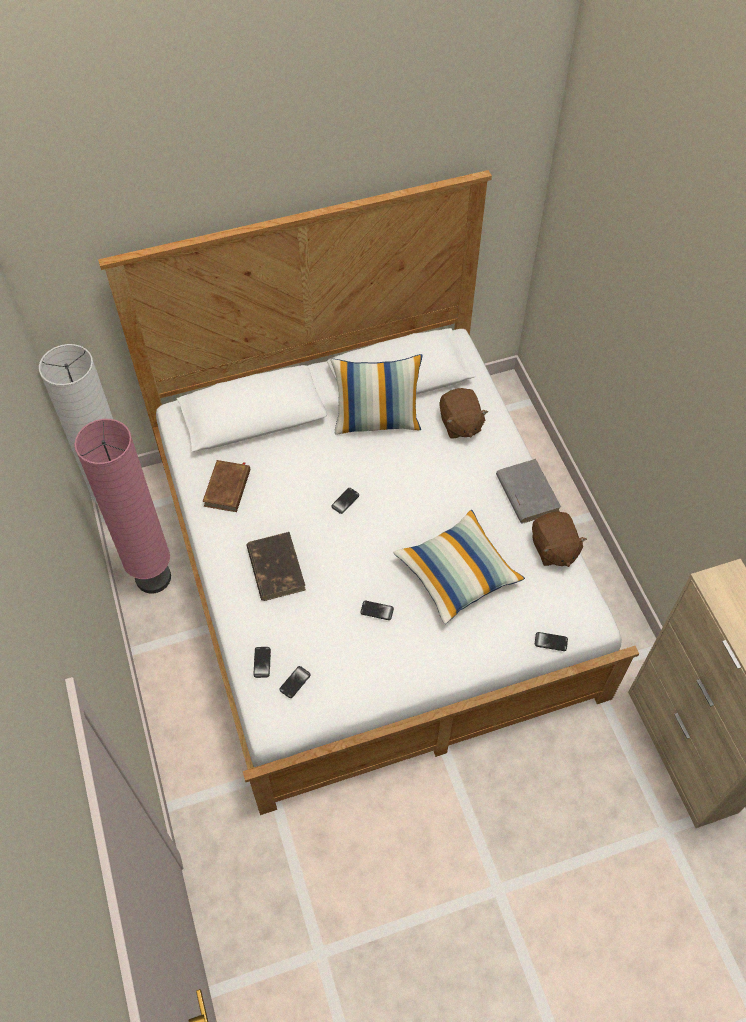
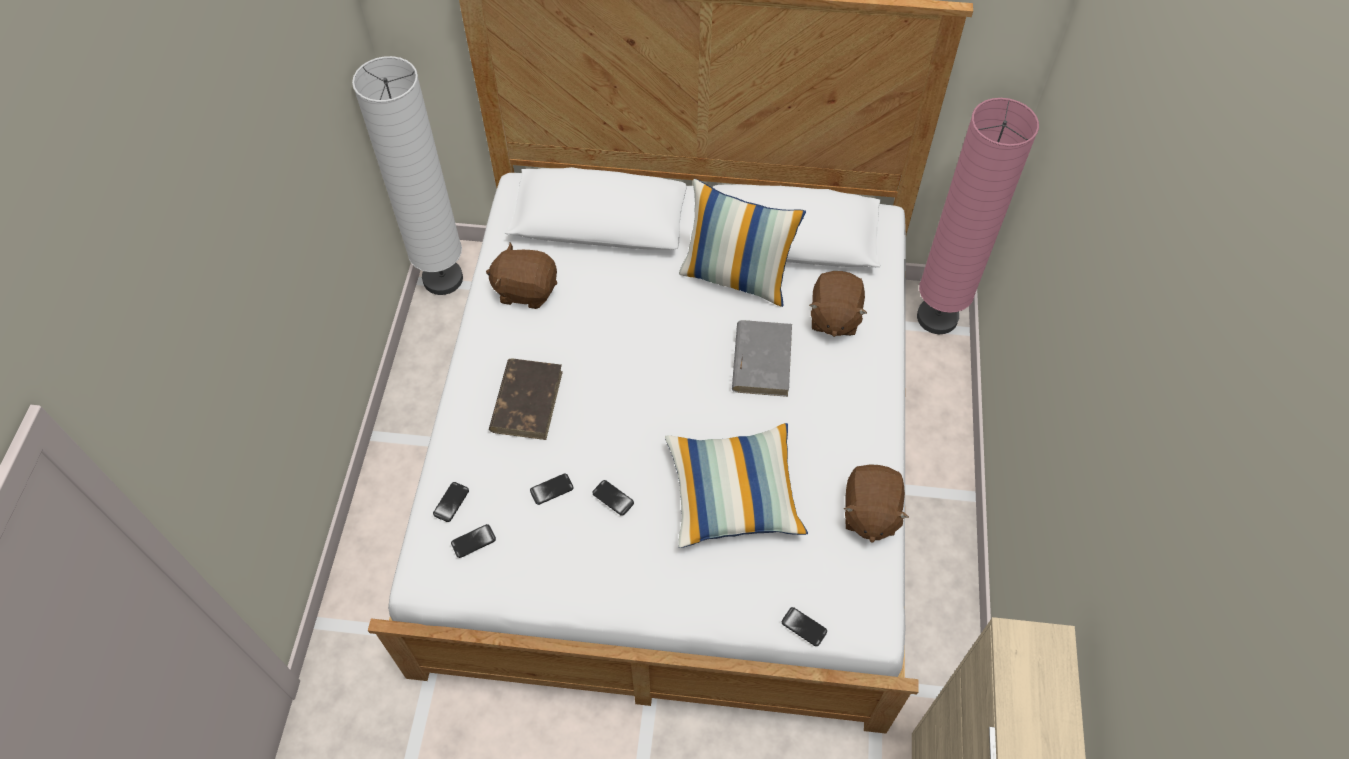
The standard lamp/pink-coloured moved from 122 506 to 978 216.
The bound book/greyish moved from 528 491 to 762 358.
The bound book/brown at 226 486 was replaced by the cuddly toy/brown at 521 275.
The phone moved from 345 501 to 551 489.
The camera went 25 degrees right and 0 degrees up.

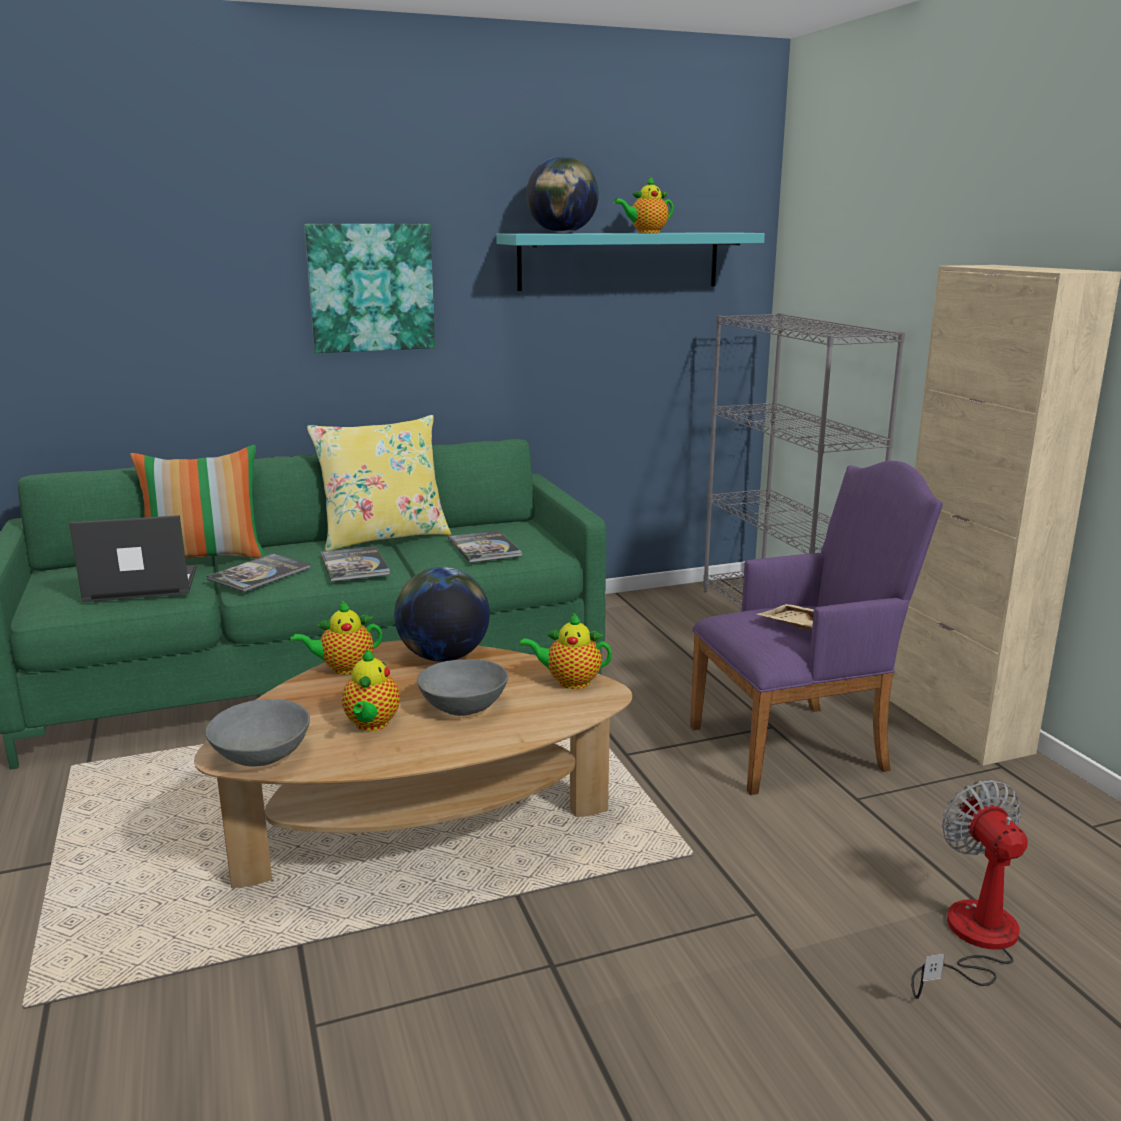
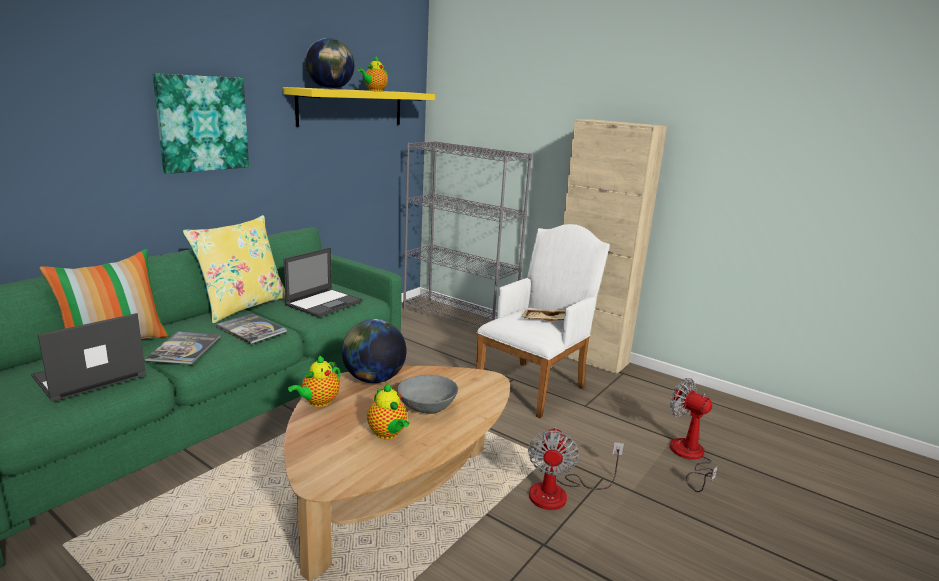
The bracket shelf/turquoise-coloured at 630 261 became the bracket shelf/yellow at 359 107.
The lounge chair/purplish at 816 628 became the lounge chair/white-coloured at 543 321.
The bound book at 485 546 was replaced by the portable computer at 323 282.
The pot for tea at 565 651 disappeared.
The bowl/greyish at 257 732 disappeared.
The cooling fan at 576 468 appeared.
The camera went 35 degrees left and 0 degrees up.

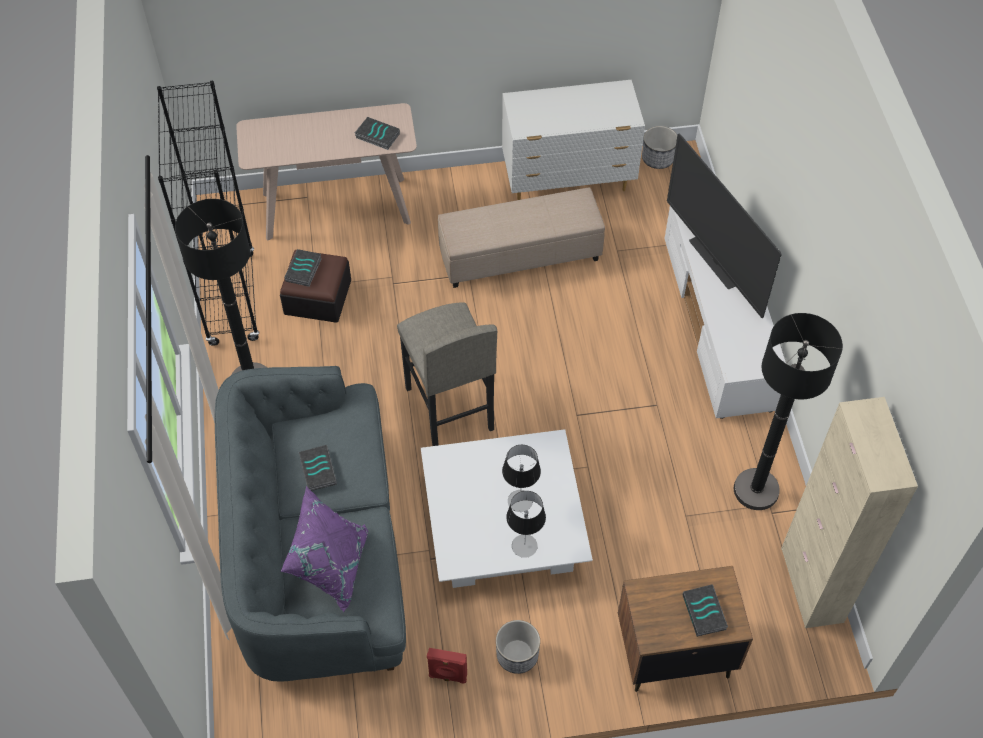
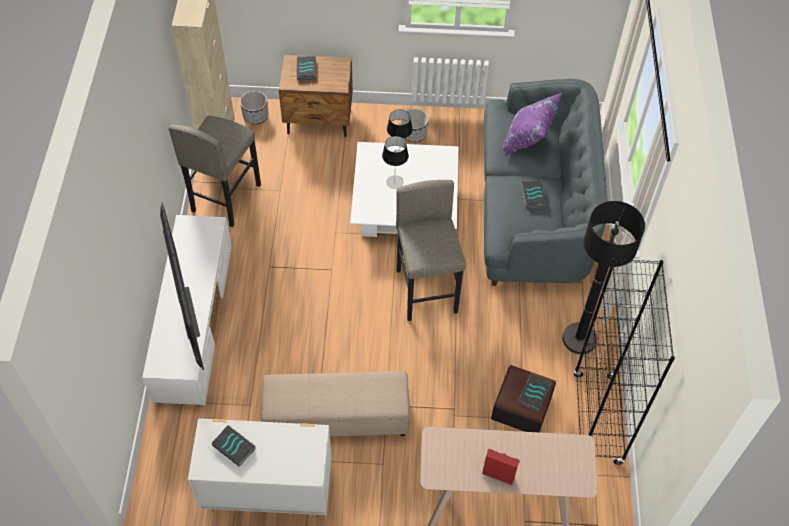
The bound book moved from 377 133 to 234 445.
The plant pot moved from 659 147 to 254 107.
The standard lamp/black at 788 411 was replaced by the stool seat/greyish at 215 171.
The loudspeaker/red-coloured moved from 447 666 to 501 467.
The camera went 170 degrees left and 0 degrees up.

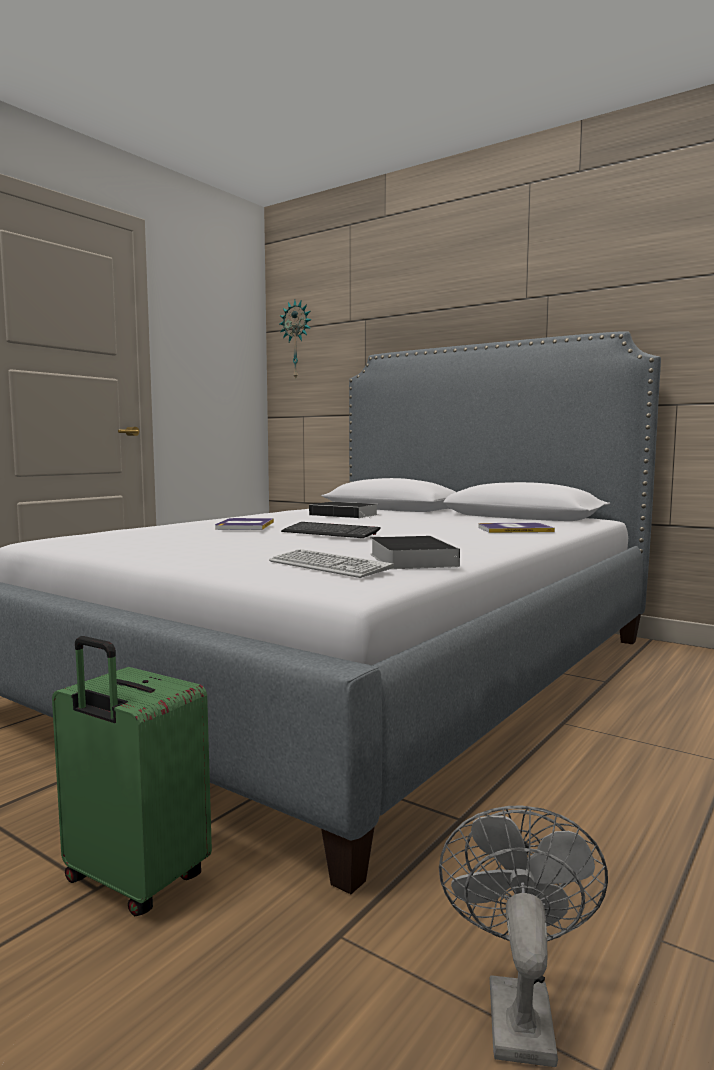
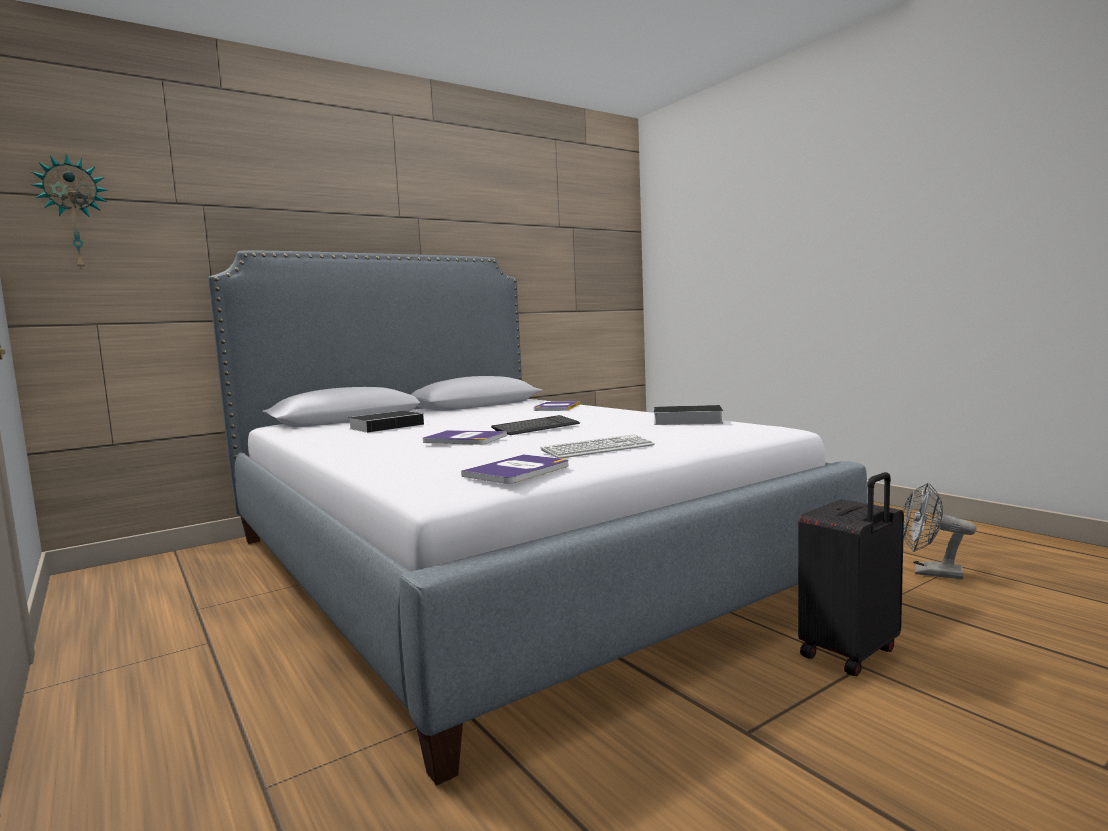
The PC keyboard moved from 331 563 to 598 446.
The suitcase/green-coloured at 132 776 became the suitcase/black at 851 574.
The bound book at 514 469 appeared.
The camera went 70 degrees left and 0 degrees up.

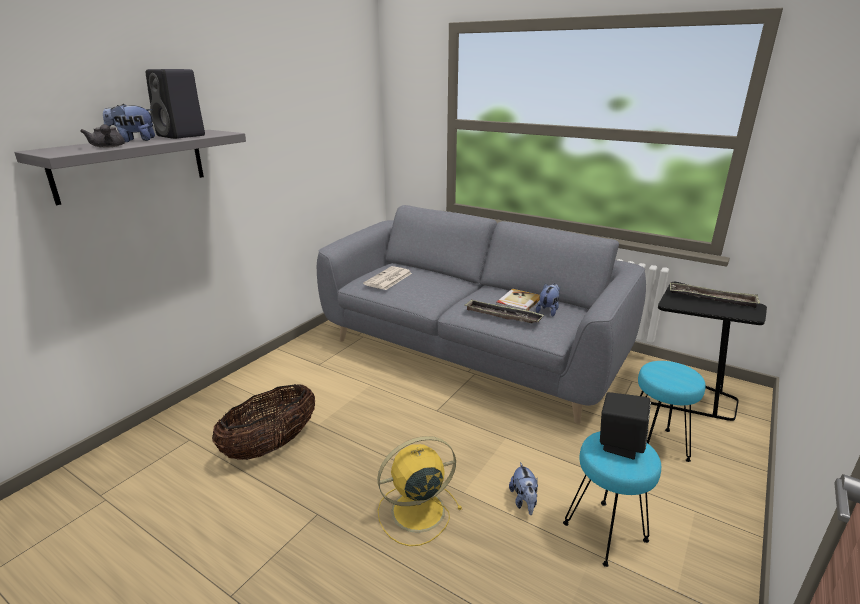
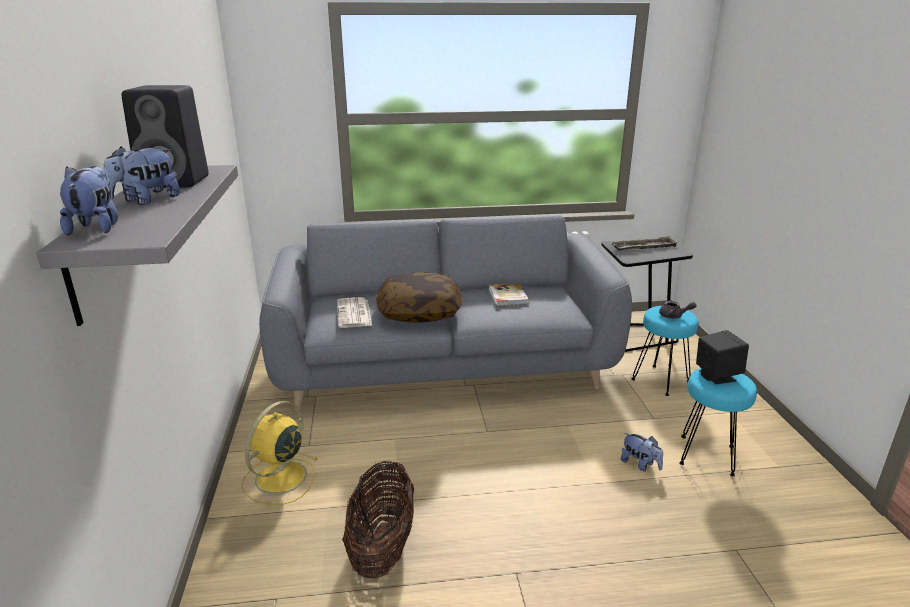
The pot for tea/greyish moved from 102 136 to 678 310.
The cuddly toy moved from 548 300 to 89 200.
The tray at 504 311 disappeared.
The cooling fan/yellow moved from 420 491 to 279 453.
The throw pillow at 419 297 appeared.
The camera went 40 degrees left and 0 degrees up.

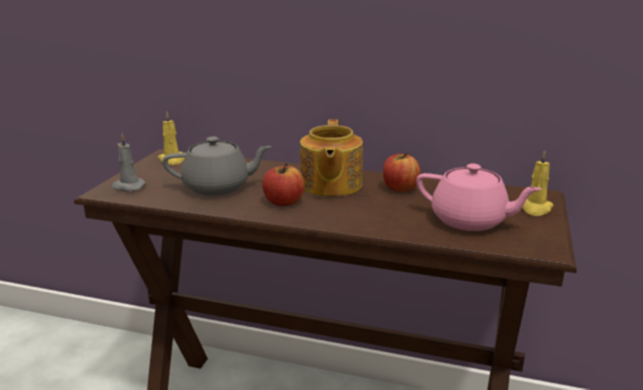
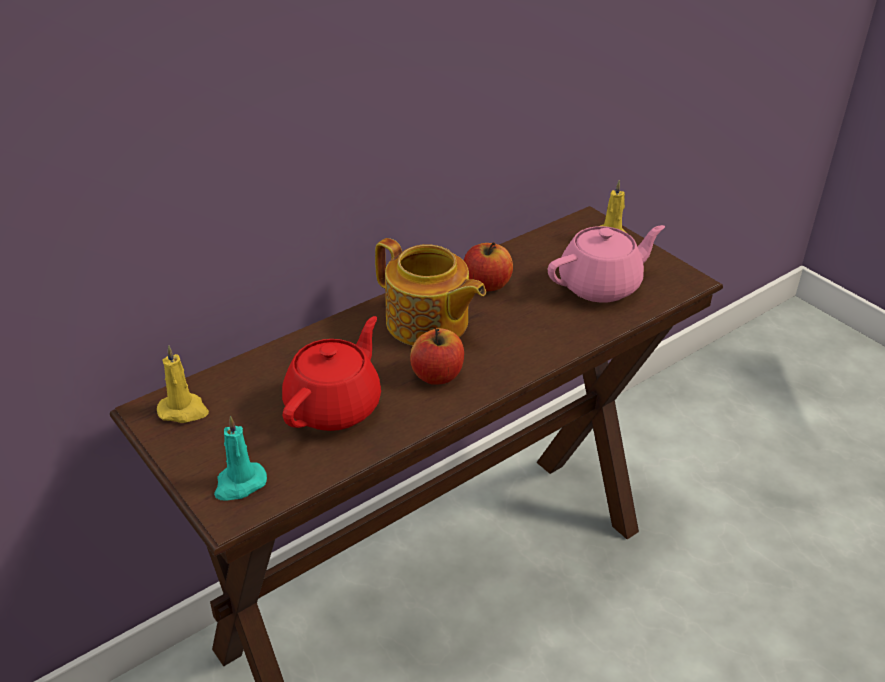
The candle/greyish at 129 162 became the candle/turquoise-coloured at 240 458.
The pot for tea/greyish at 217 166 became the pot for tea/red-coloured at 331 373.
The camera went 55 degrees left and 15 degrees up.

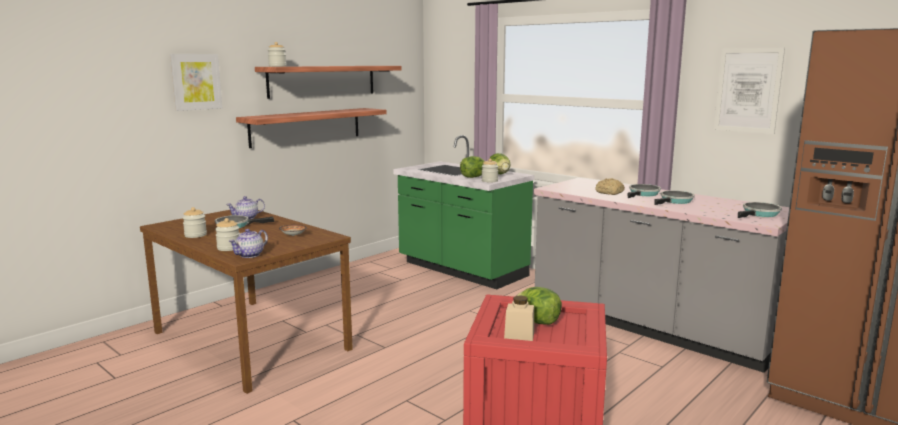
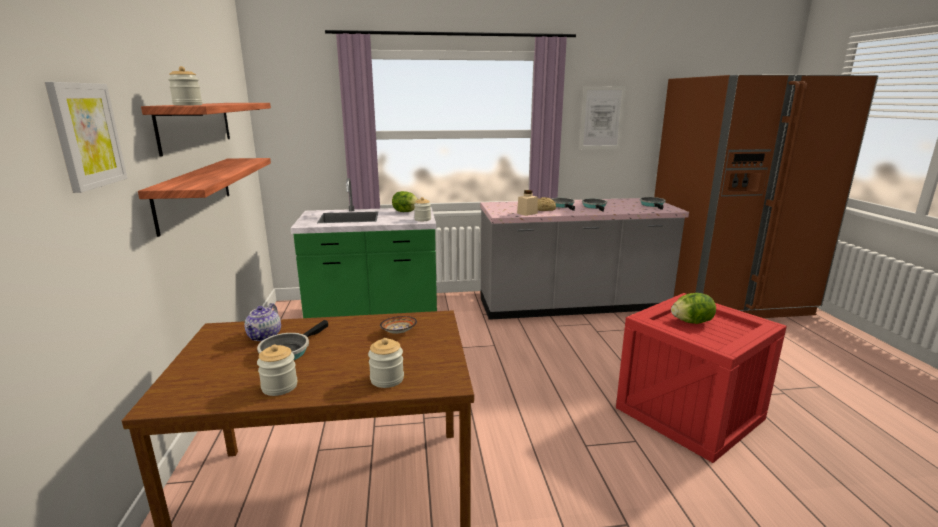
The lettuce head at 472 167 disappeared.
The pot for tea at 248 243 disappeared.
The storage jar/sand-coloured moved from 519 318 to 527 203.
The camera went 50 degrees left and 5 degrees up.

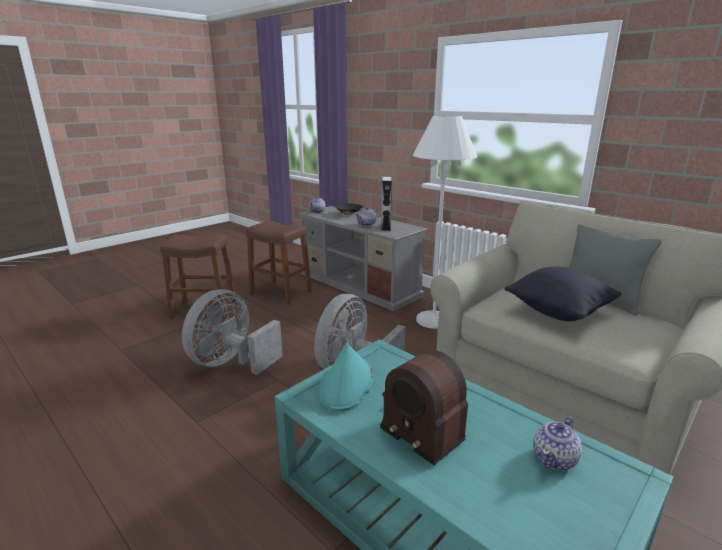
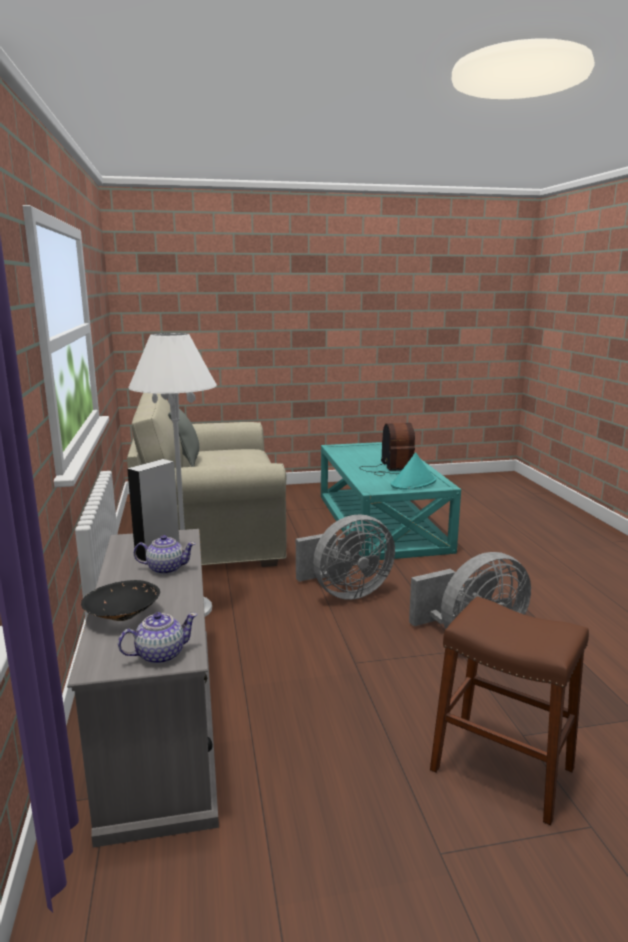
The stool seat/brown at 279 263 disappeared.
The throw pillow/black at 563 294 disappeared.
The pot for tea at 557 443 disappeared.
The camera went 145 degrees left and 5 degrees down.

